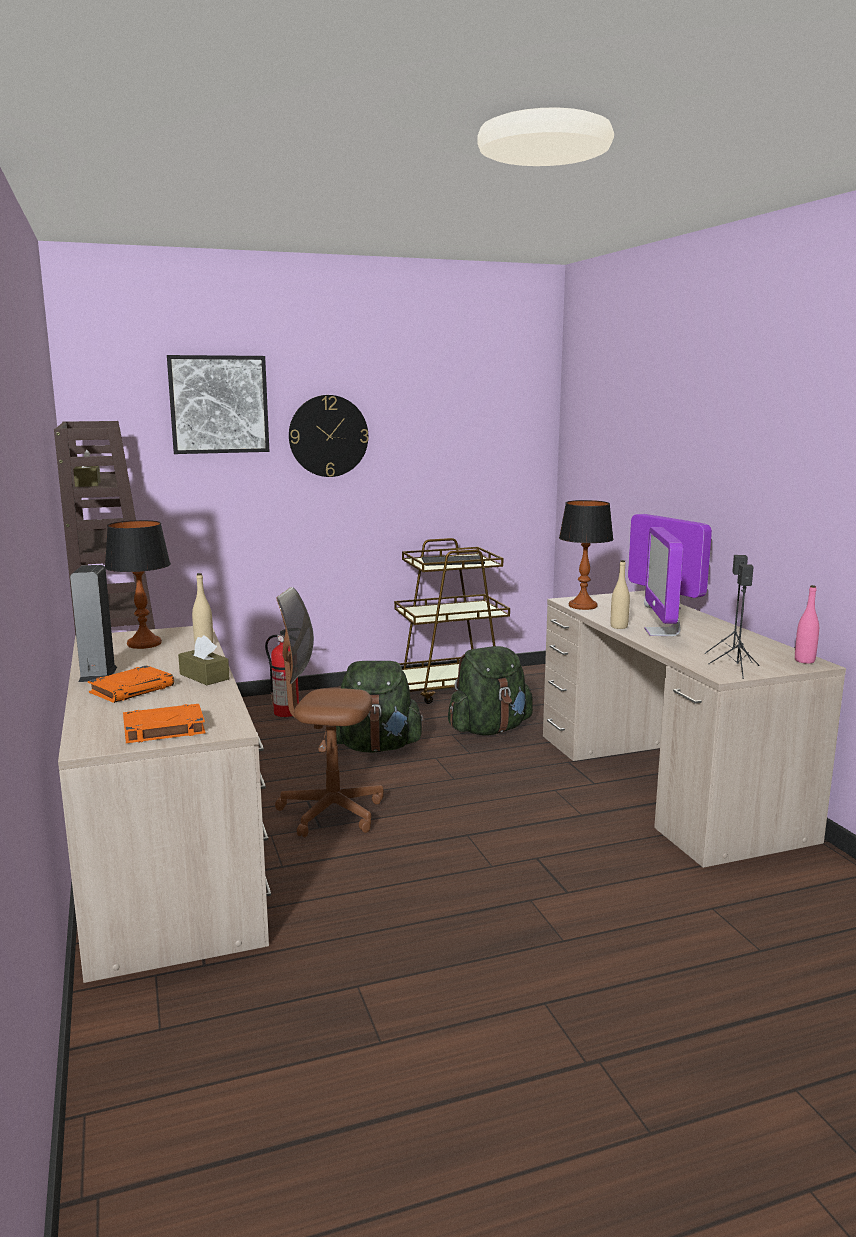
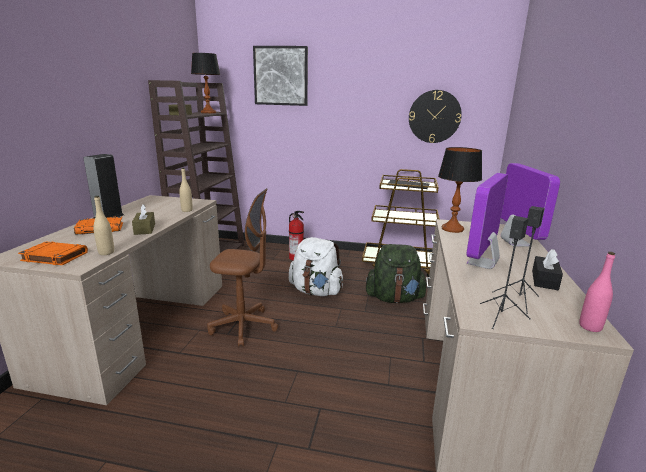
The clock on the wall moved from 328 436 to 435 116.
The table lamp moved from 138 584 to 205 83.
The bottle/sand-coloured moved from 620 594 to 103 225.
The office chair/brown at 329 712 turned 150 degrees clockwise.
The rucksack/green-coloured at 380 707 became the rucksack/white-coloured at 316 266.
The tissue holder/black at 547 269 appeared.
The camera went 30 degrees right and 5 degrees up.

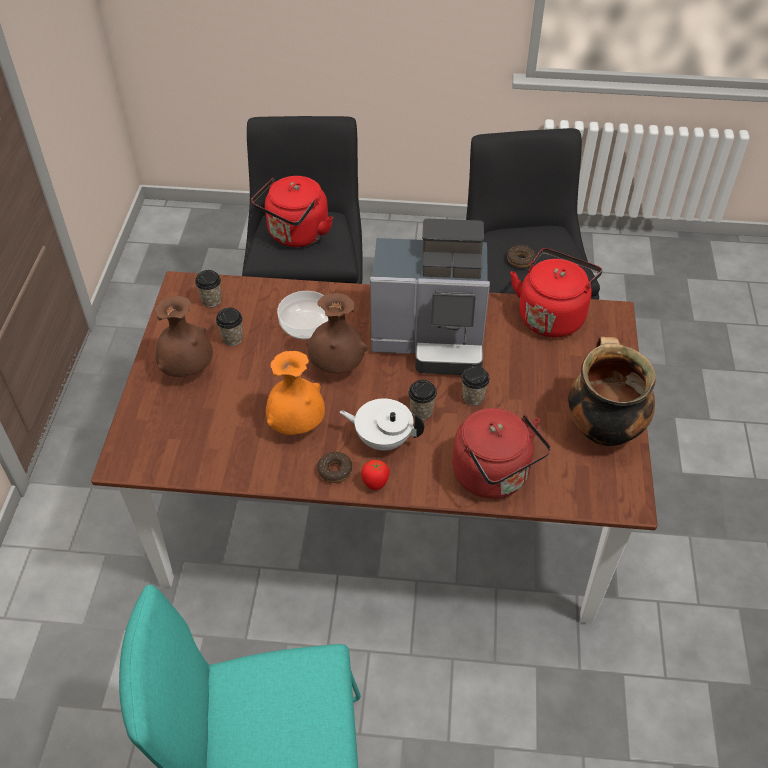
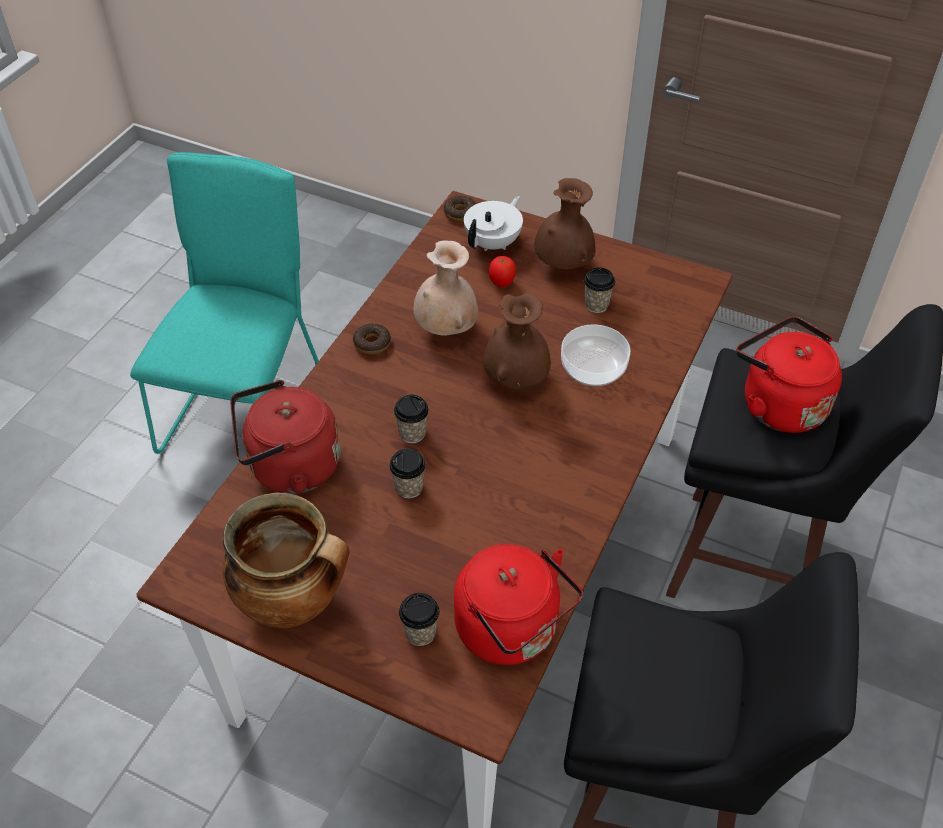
The coffee machine at 430 296 disappeared.
The donut moved from 521 256 to 460 209.
The cup moved from 208 288 to 419 619.
The flower vase/orange-coloured at 295 393 became the flower vase/sand-coloured at 445 287.
The pot for tea/white-coloured moved from 382 424 to 493 223.
The fresh tomato moved from 375 475 to 502 271.
The camera went 110 degrees right and 0 degrees up.

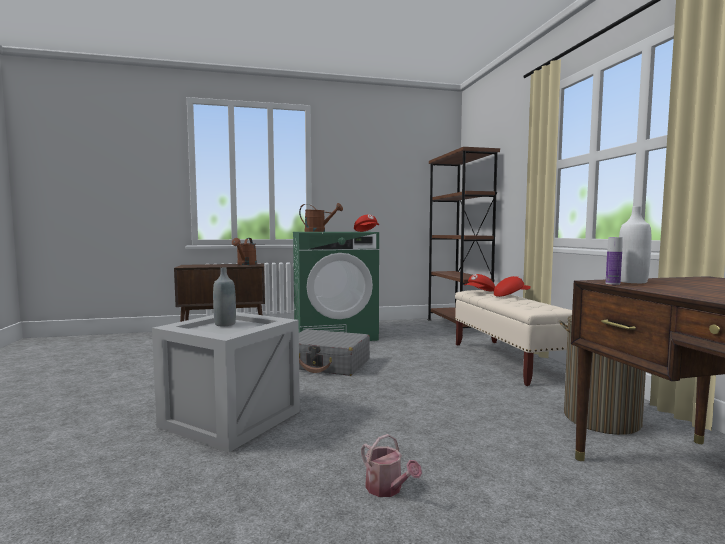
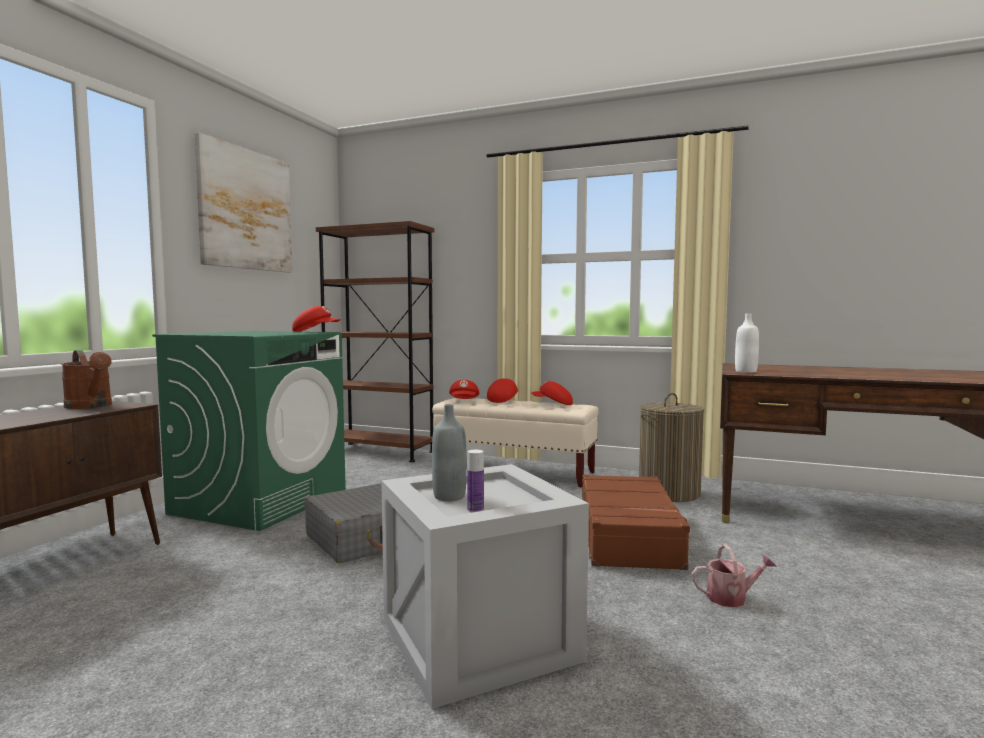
The sprinkling can/brown at 321 217 disappeared.
The bottle moved from 614 261 to 475 481.
The wall picture at 243 202 appeared.
The cap/red-coloured at 552 393 appeared.
The suitcase/brown at 637 522 appeared.
The camera went 55 degrees left and 0 degrees up.

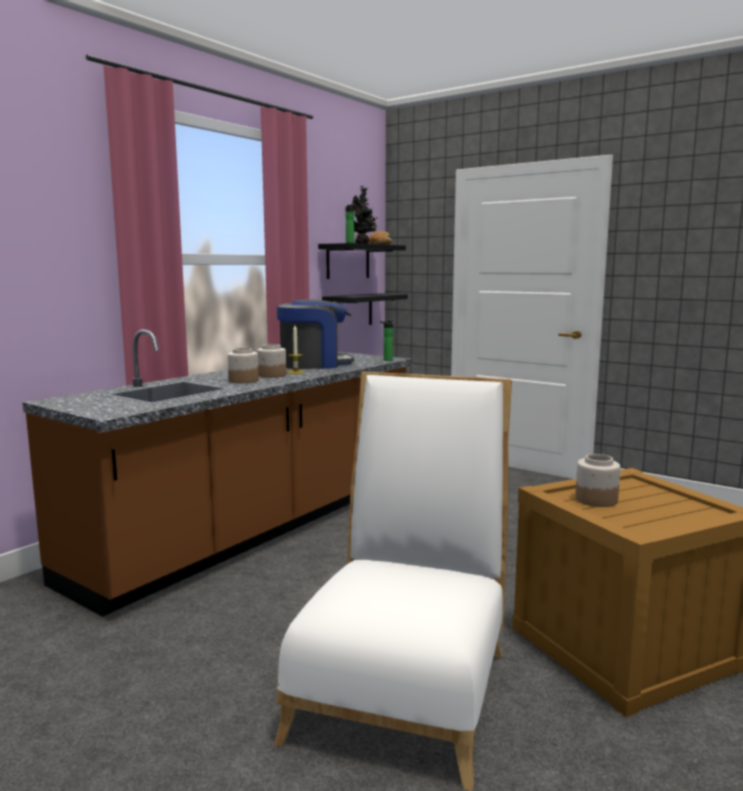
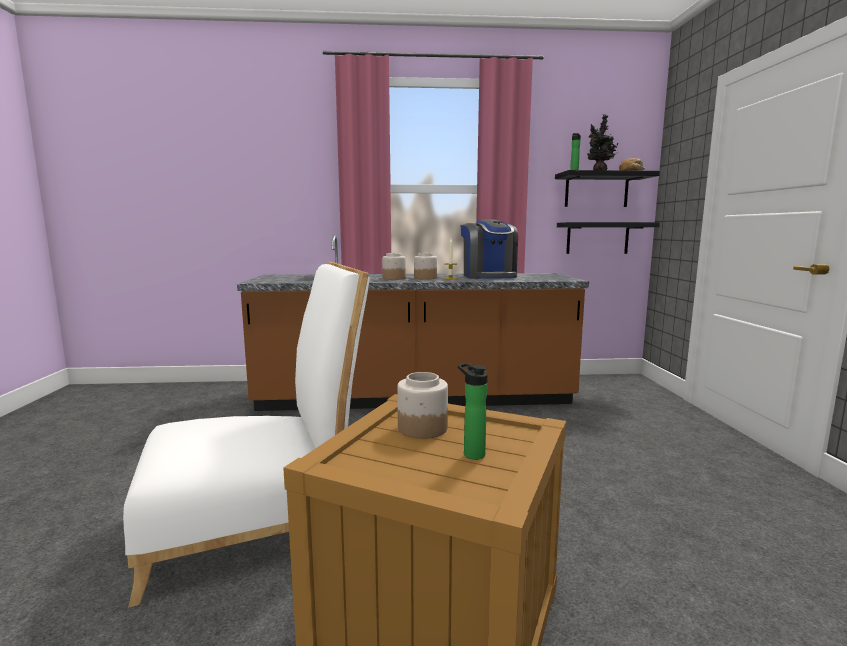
The coffee machine at 315 334 turned 45 degrees clockwise.
The bottle moved from 386 340 to 473 411.
The camera went 50 degrees right and 0 degrees up.

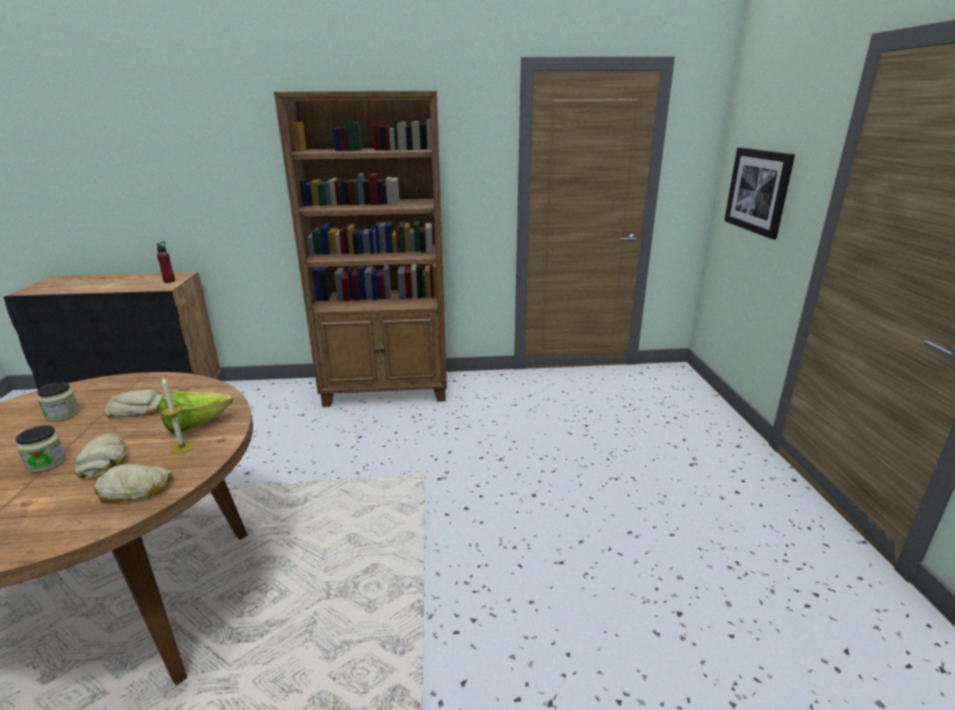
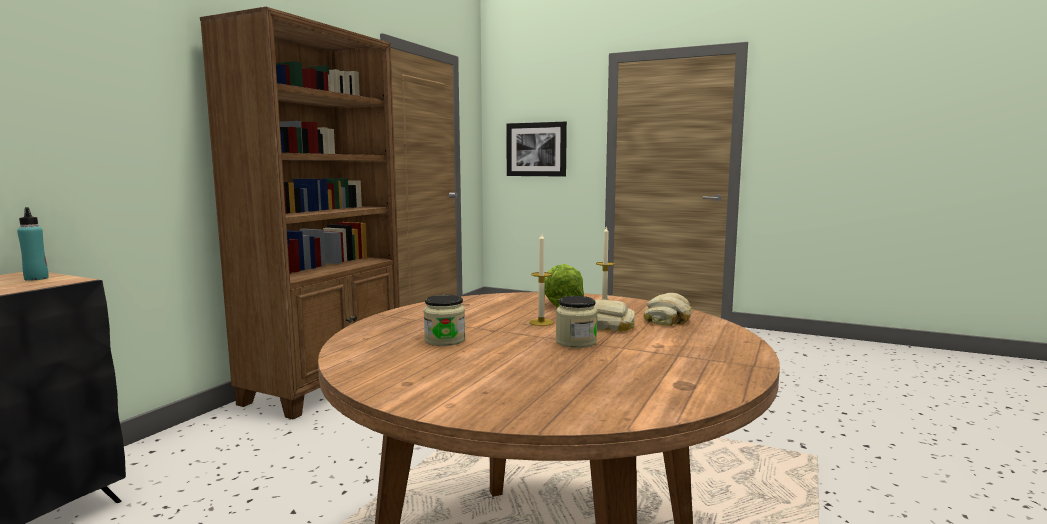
The bottle/red-coloured at 166 262 became the bottle/turquoise-coloured at 33 244.
The bread at 133 404 disappeared.
The candle at 541 280 appeared.
The camera went 60 degrees left and 15 degrees down.

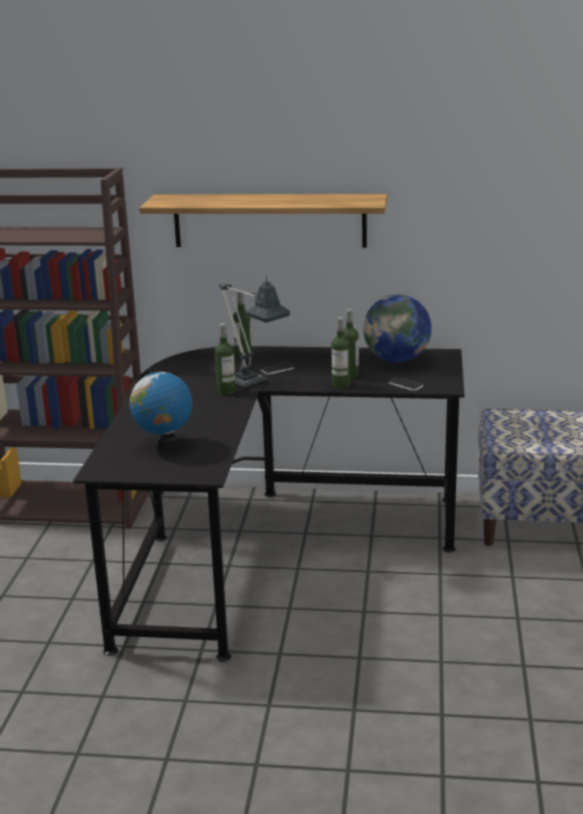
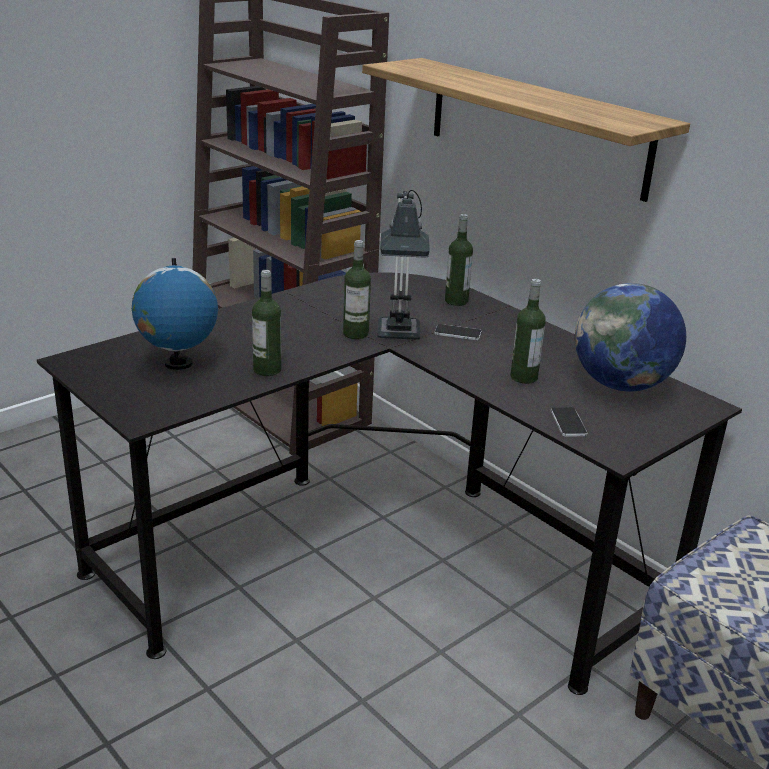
The bottle moved from 340 352 to 266 323.
The camera went 40 degrees right and 5 degrees up.

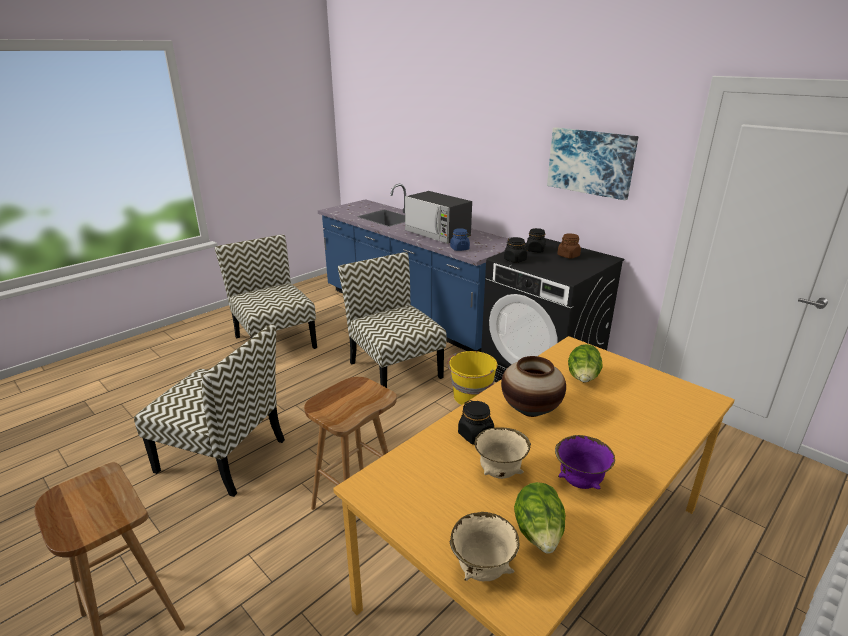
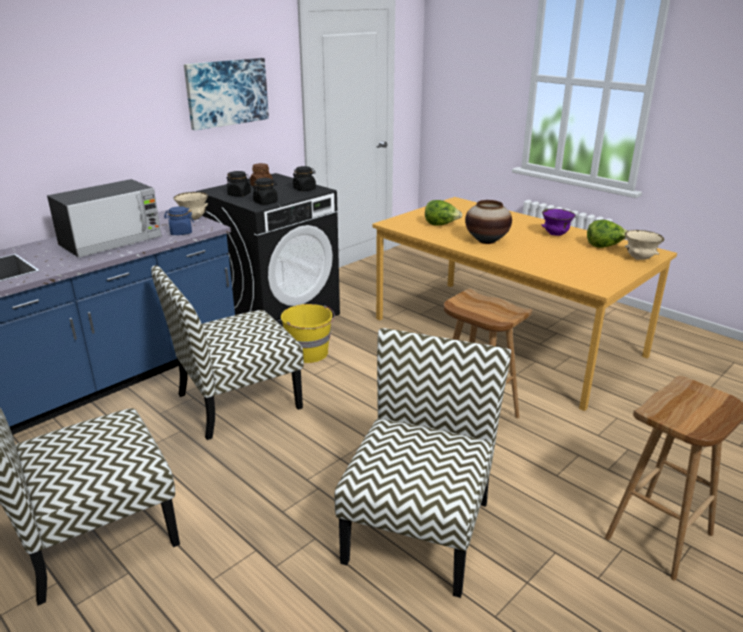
The storage jar/black moved from 476 422 to 304 178.
The bowl/sand-coloured moved from 502 453 to 190 206.
The camera went 90 degrees left and 0 degrees up.

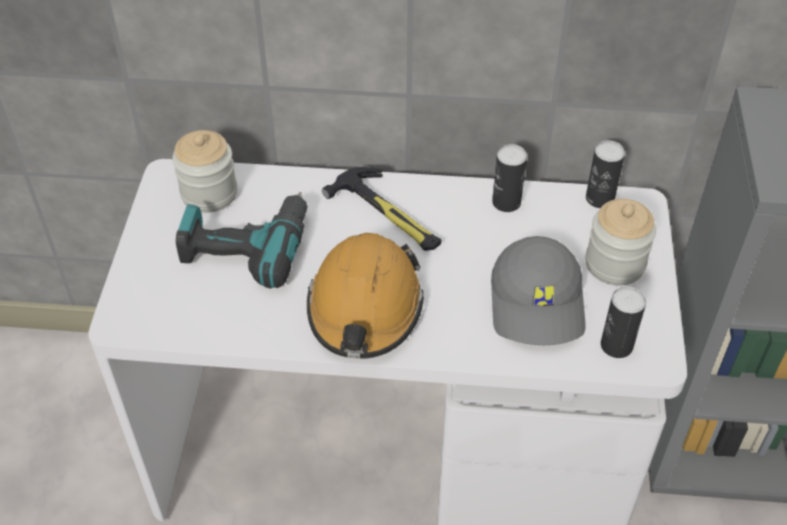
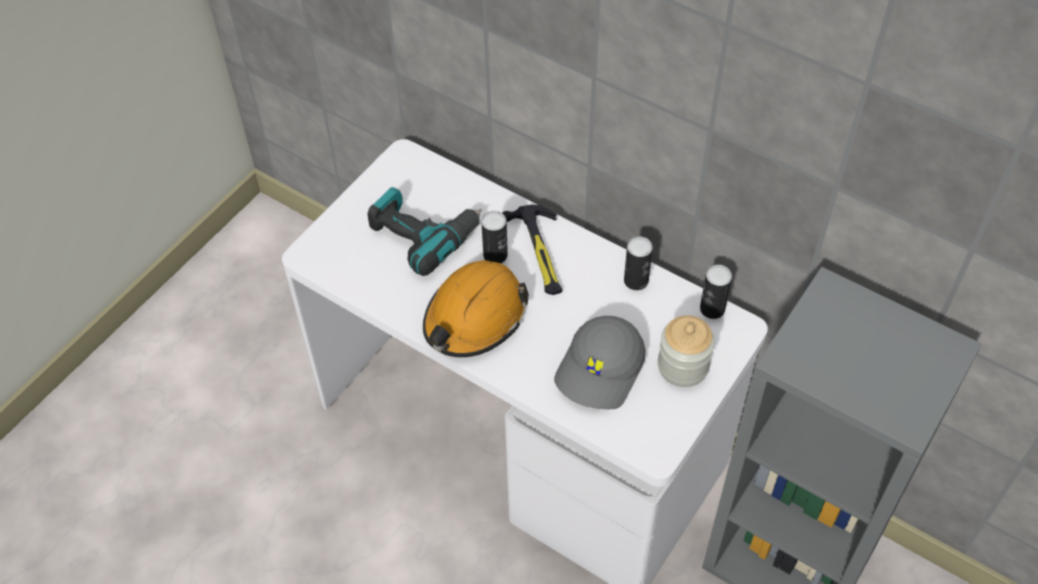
The storage jar at 204 171 disappeared.
The metal can moved from 623 322 to 494 237.
The camera went 30 degrees right and 5 degrees up.

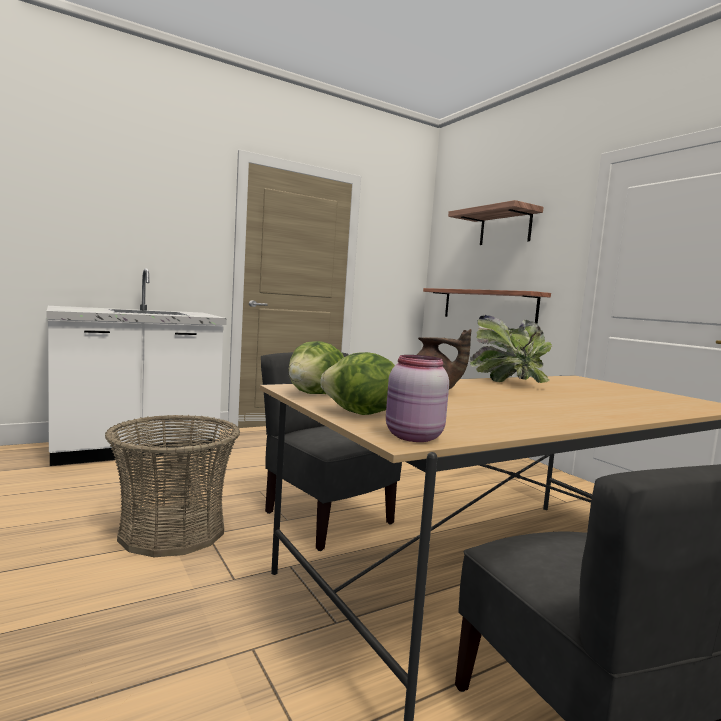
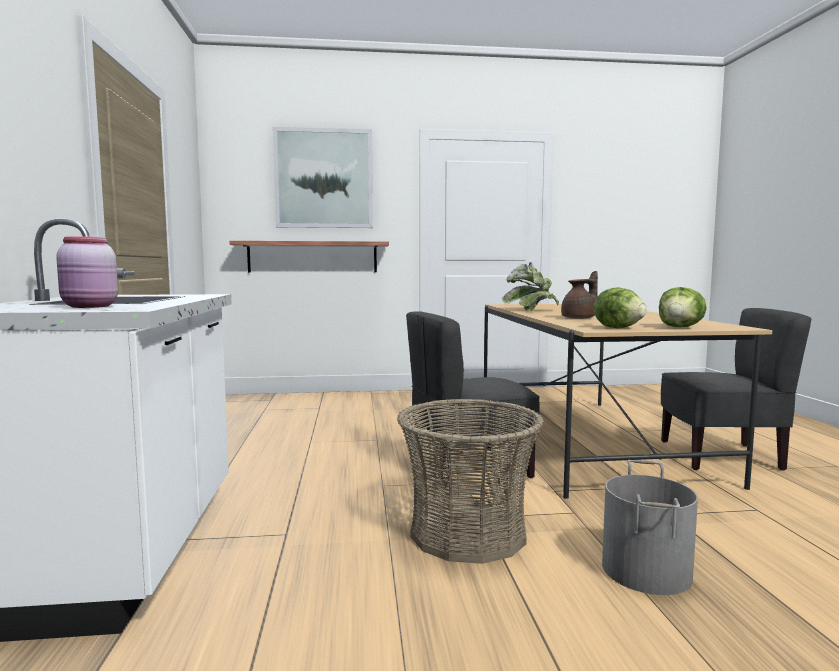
The bracket shelf at 496 222 was replaced by the wall picture at 323 177.
The storage jar/pink-coloured moved from 417 398 to 87 272.
The pail/greyish at 650 527 appeared.
The camera went 65 degrees left and 0 degrees up.

